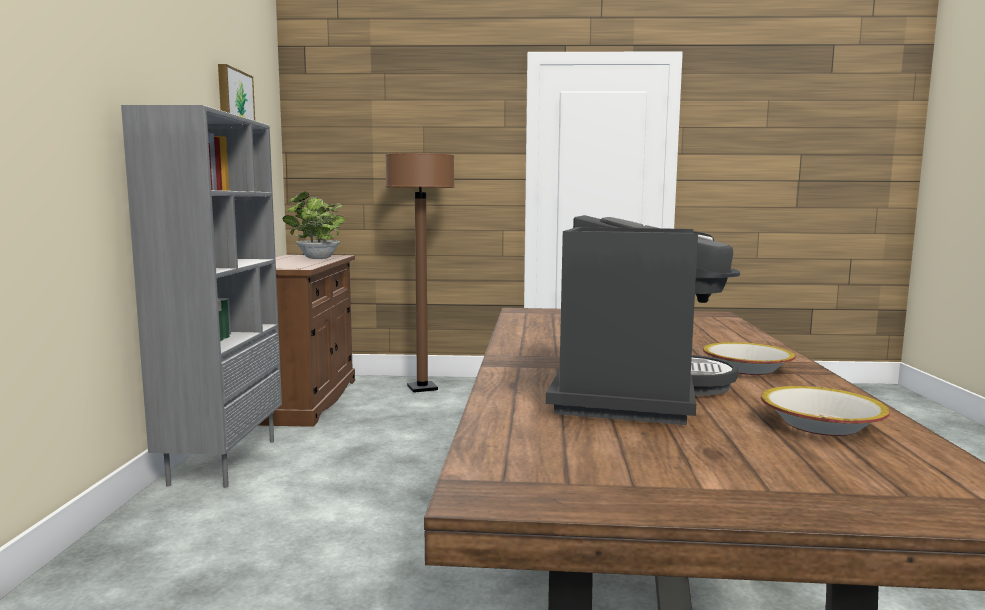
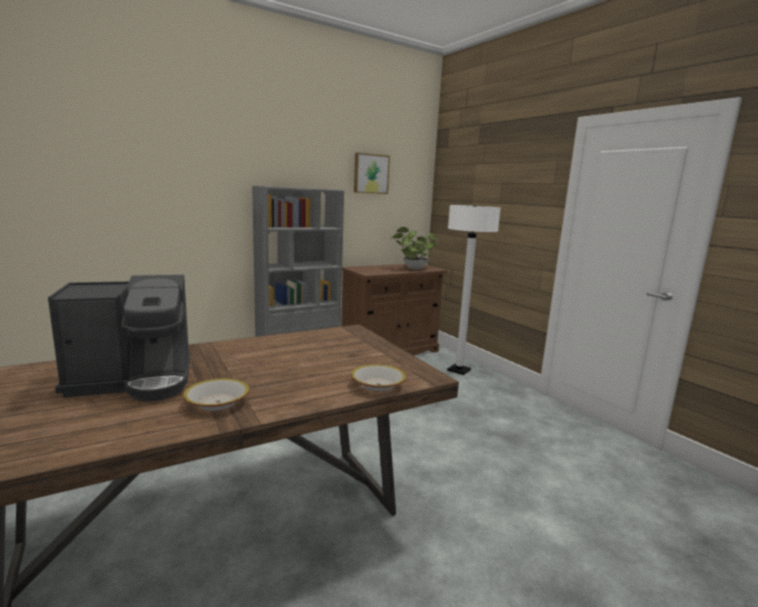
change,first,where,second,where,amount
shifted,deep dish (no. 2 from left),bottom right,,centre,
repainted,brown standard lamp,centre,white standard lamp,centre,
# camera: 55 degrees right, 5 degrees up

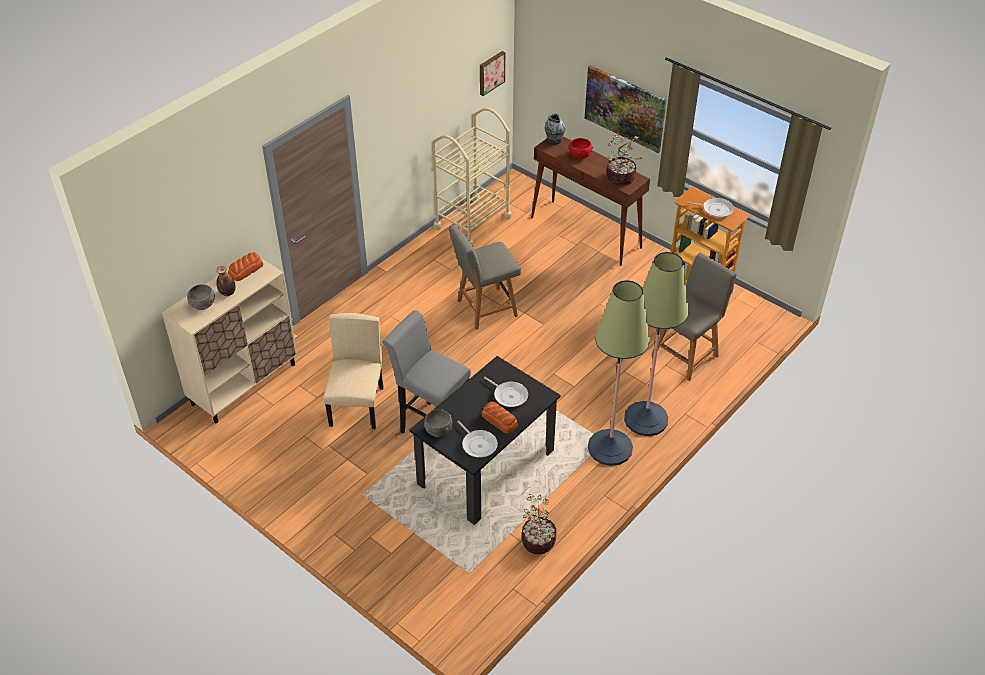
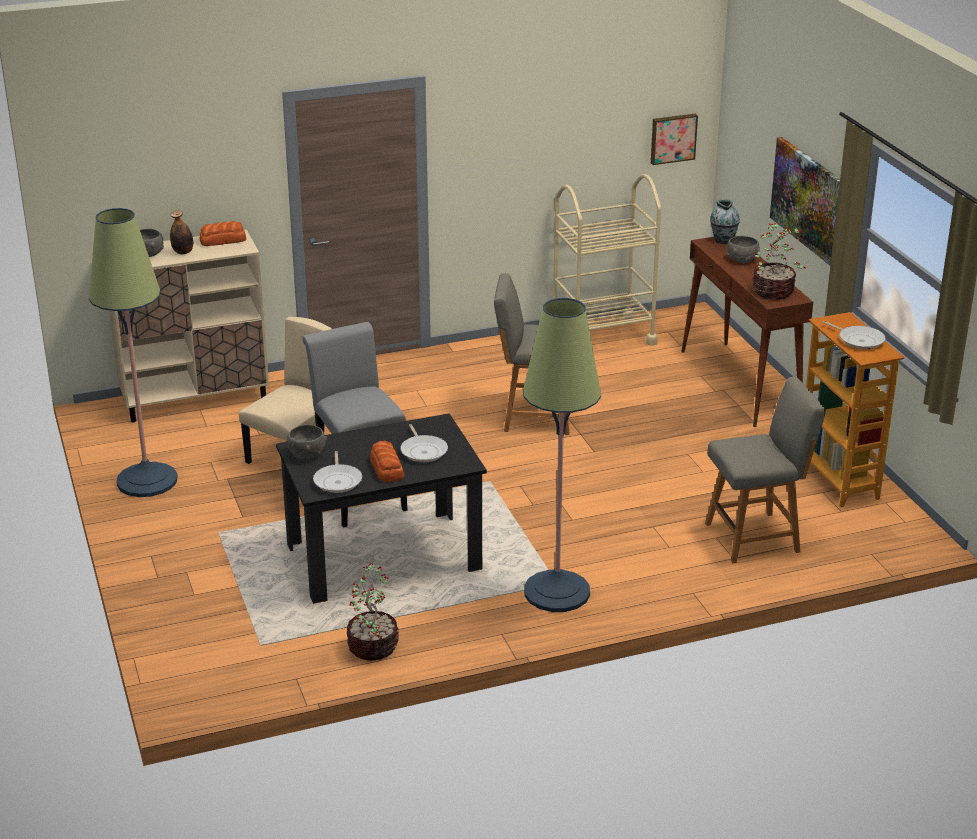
change,first,where,second,where,amount
shifted,standard lamp (no. 2 from left in the first image),centre,standard lamp (no. 1 from left),middle left,
repainted,reddish deep dish,top centre,gray deep dish (no. 3 from left),top right,
# camera: 30 degrees right, 15 degrees down

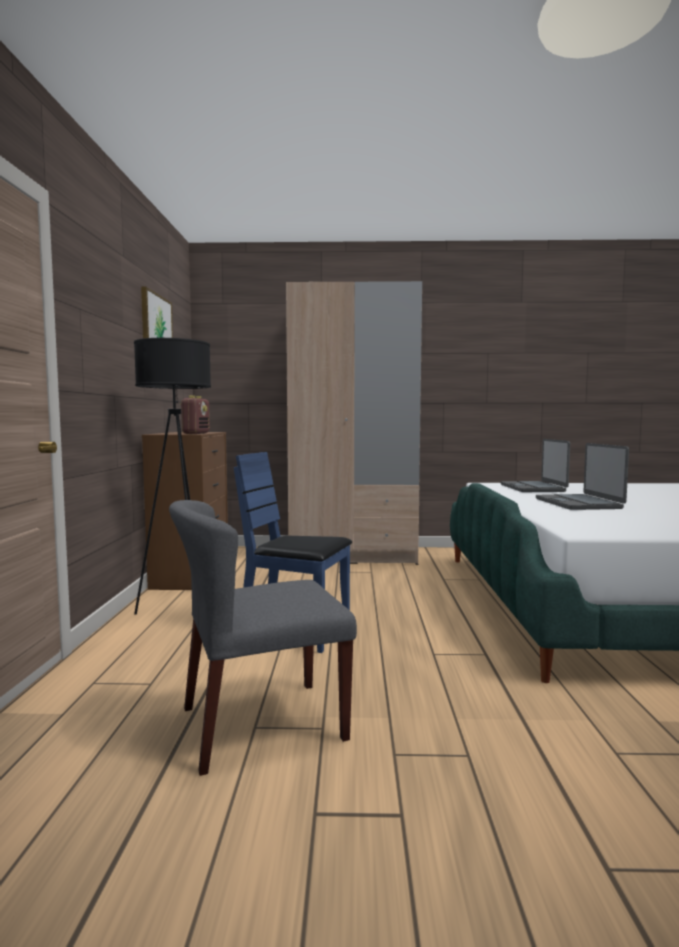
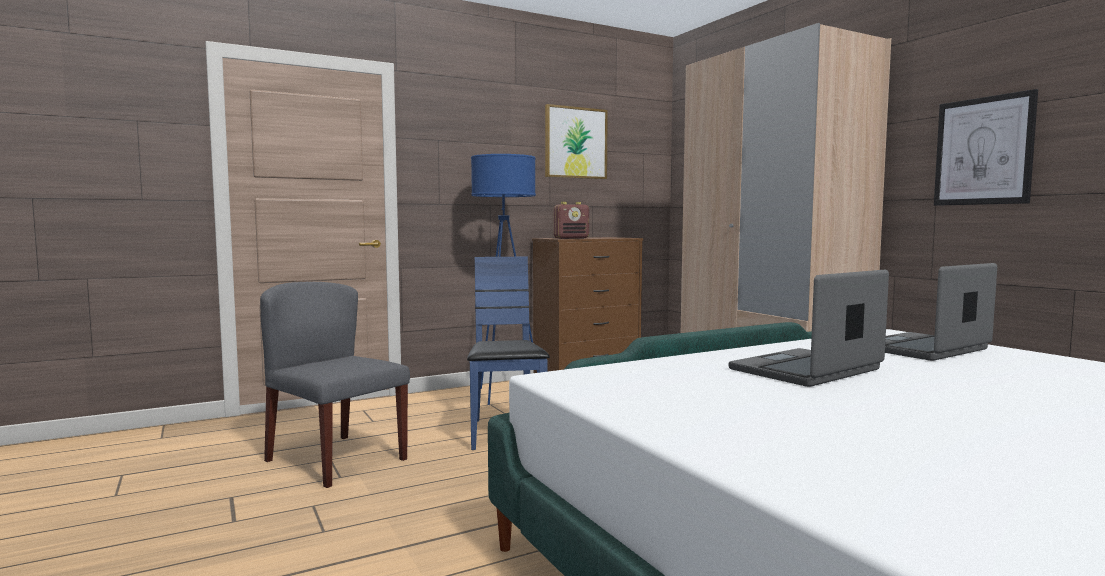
change,first,where,second,where,amount
repainted,black standard lamp,middle left,bluish standard lamp,centre,
new,,,wall art (no. 2 from left),top right,
# camera: 60 degrees right, 0 degrees up

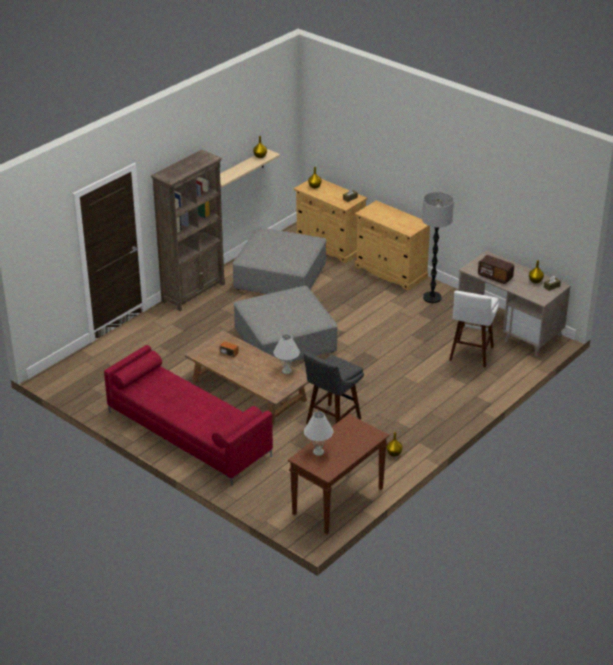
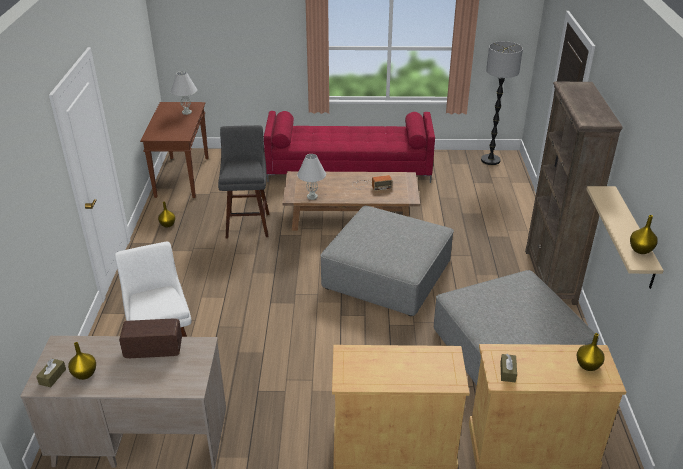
change,first,where,second,where,amount
shifted,standard lamp,middle right,,top right,
# camera: 140 degrees right, 0 degrees up

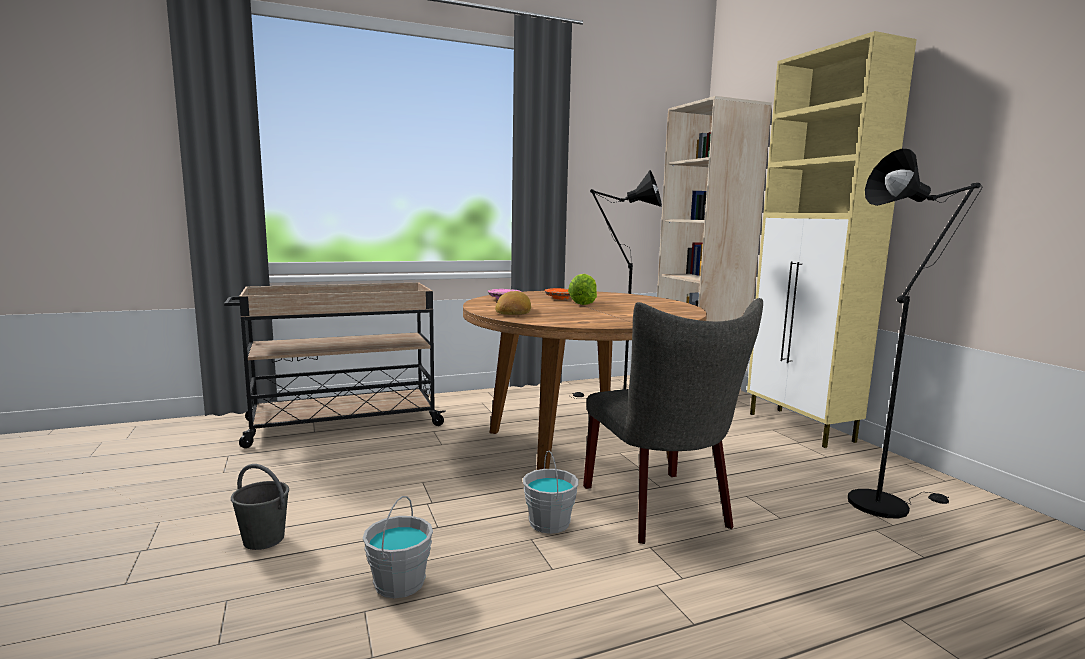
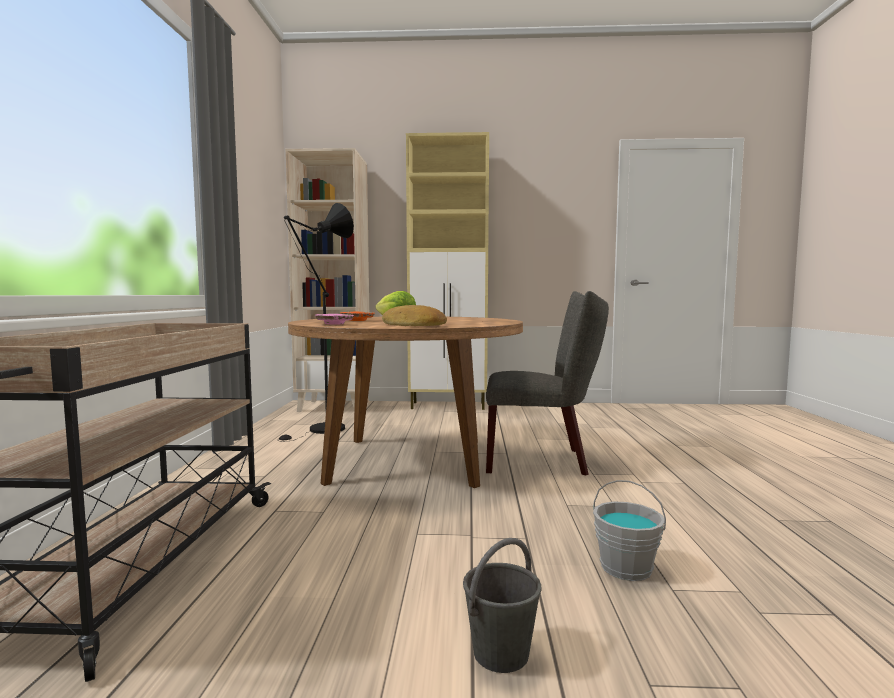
change,first,where,second,where,amount
gone,gray bucket (no. 3 from left),bottom centre,,,
gone,black standard lamp (no. 2 from left),middle right,,,
# camera: 65 degrees left, 5 degrees down

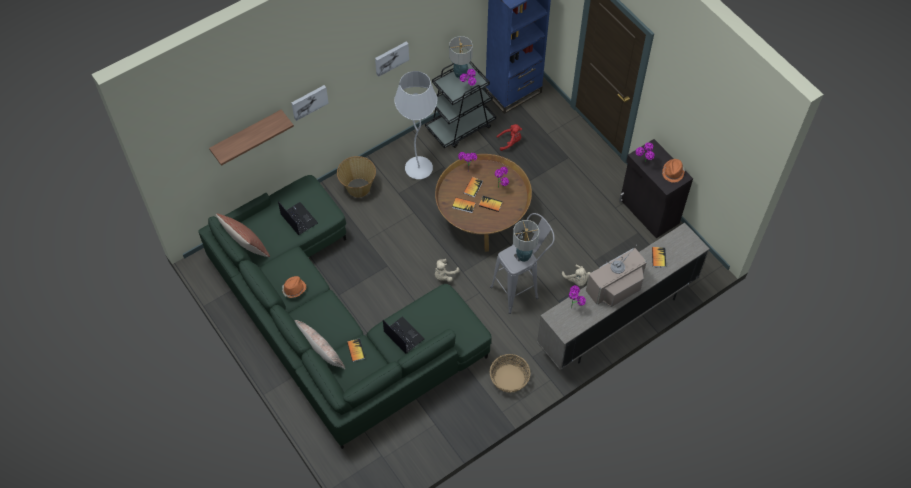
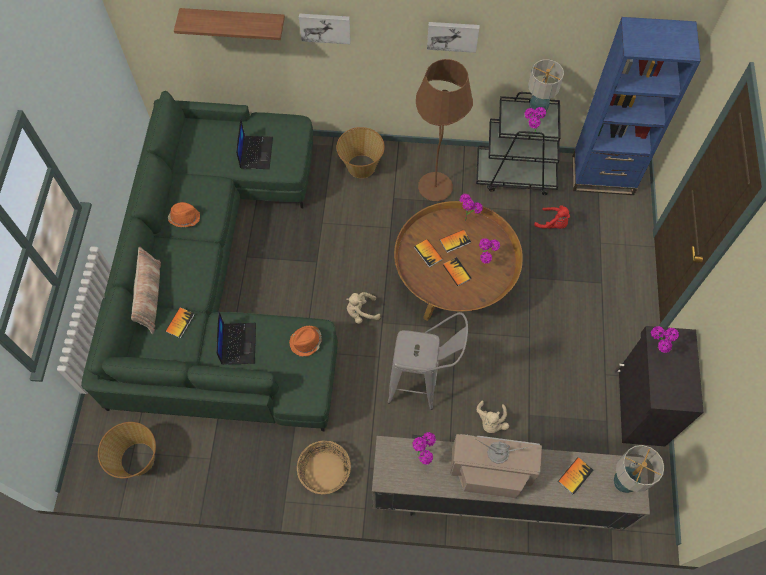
change,first,where,second,where,amount
new,,,household basket (no. 1 from left),bottom left,
shifted,orangey clothing hat (no. 2 from left),middle right,,centre,
repainted,white standard lamp,top centre,brown standard lamp,top centre,
shifted,lamp for a table (no. 2 from left),centre,,bottom right,
gone,throw pillow (no. 1 from left),middle left,,,
# camera: 40 degrees right, 5 degrees up

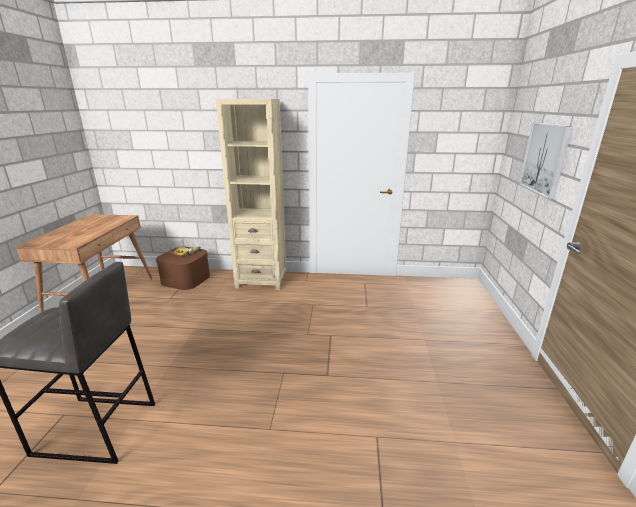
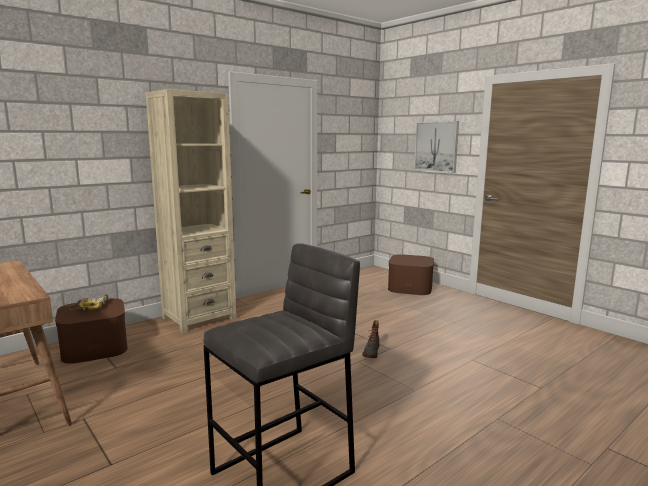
change,first,where,second,where,amount
new,,,tall boot,bottom centre,
new,,,brown storage container (no. 2 from left),centre,
# camera: 45 degrees left, 10 degrees down

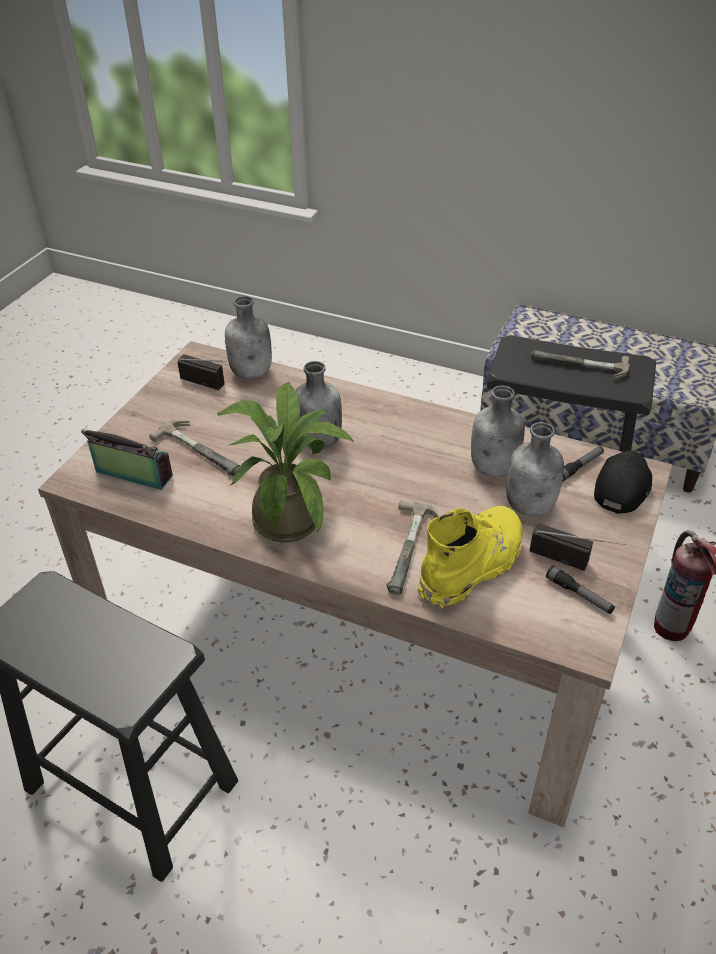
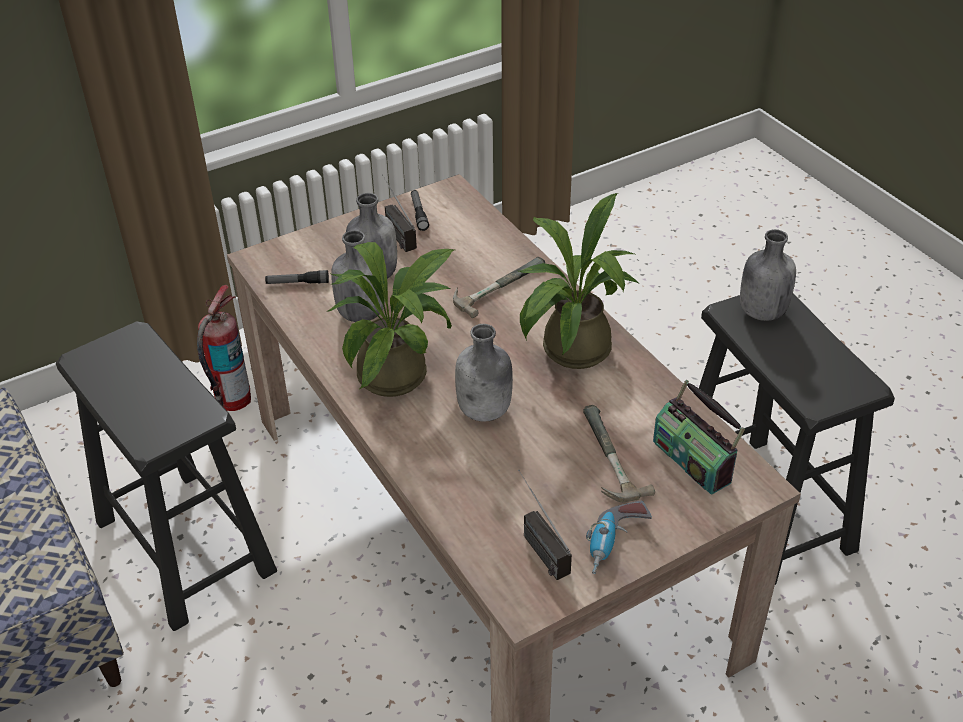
change,first,where,second,where,amount
new,,,potted plant (no. 1 from left),centre,
new,,,drill,bottom centre,
shifted,gray bottle (no. 1 from left in the first image),centre,gray bottle (no. 4 from left),middle right,
gone,yellow-coloured tall boot,centre,,,
gone,hammer (no. 3 from left),middle right,,,
gone,black baseball cap,middle right,,,
# camera: 145 degrees left, 0 degrees up

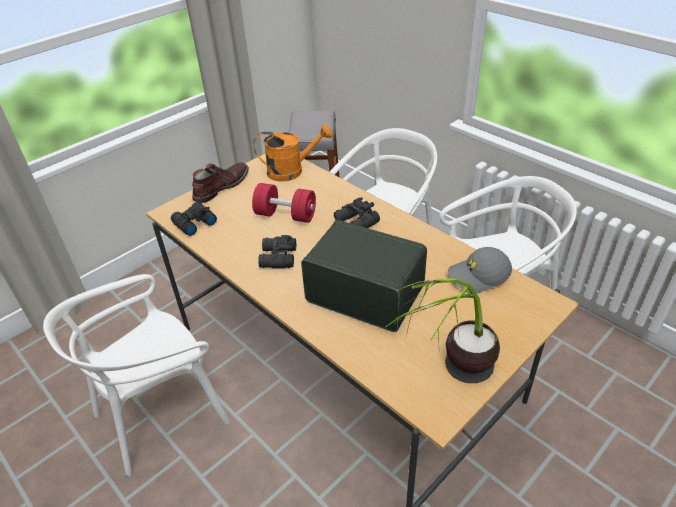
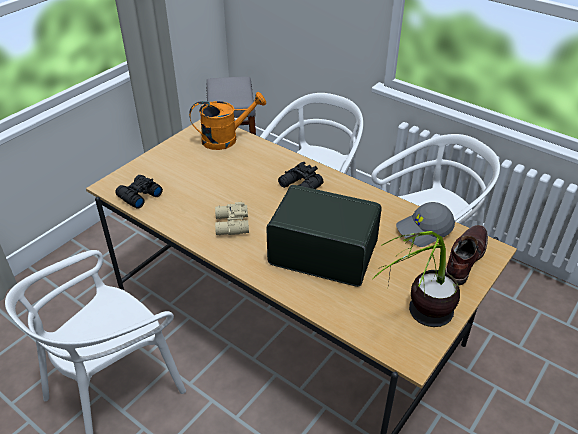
change,first,where,second,where,amount
repainted,black binoculars (no. 2 from left),centre,sand-coloured binoculars,centre,
shifted,brown tall boot,middle left,,middle right,
gone,reddish hand weight,centre,,,
# camera: 10 degrees left, 0 degrees up

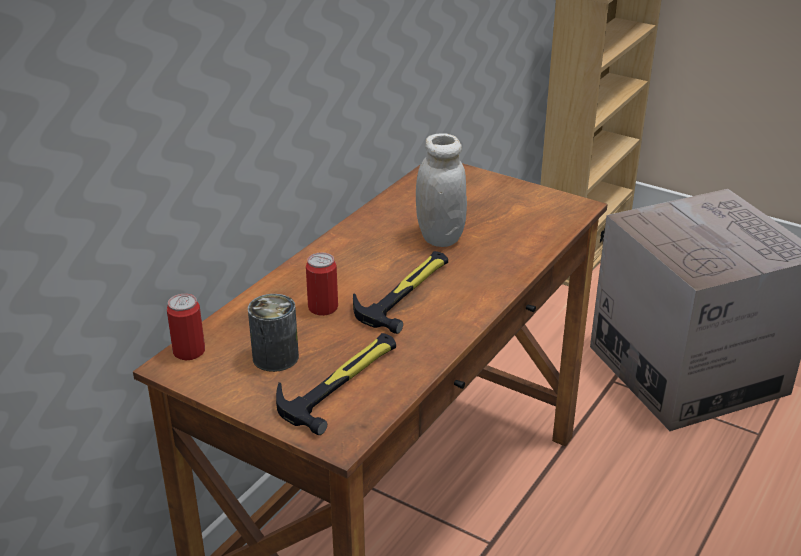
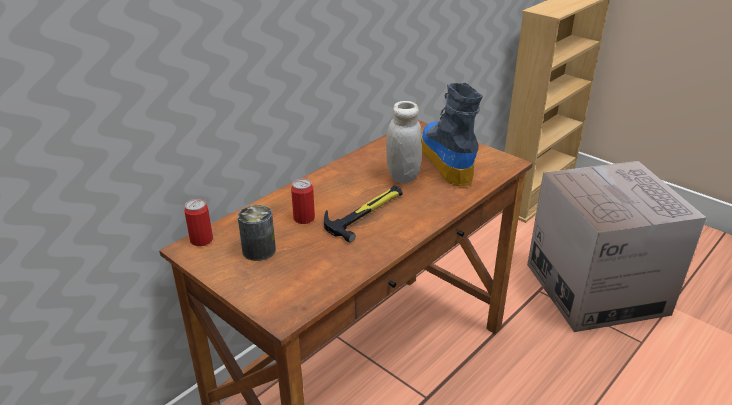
change,first,where,second,where,amount
new,,,tall boot,top centre,
gone,hammer (no. 1 from left),bottom centre,,,
# camera: 10 degrees right, 0 degrees up

